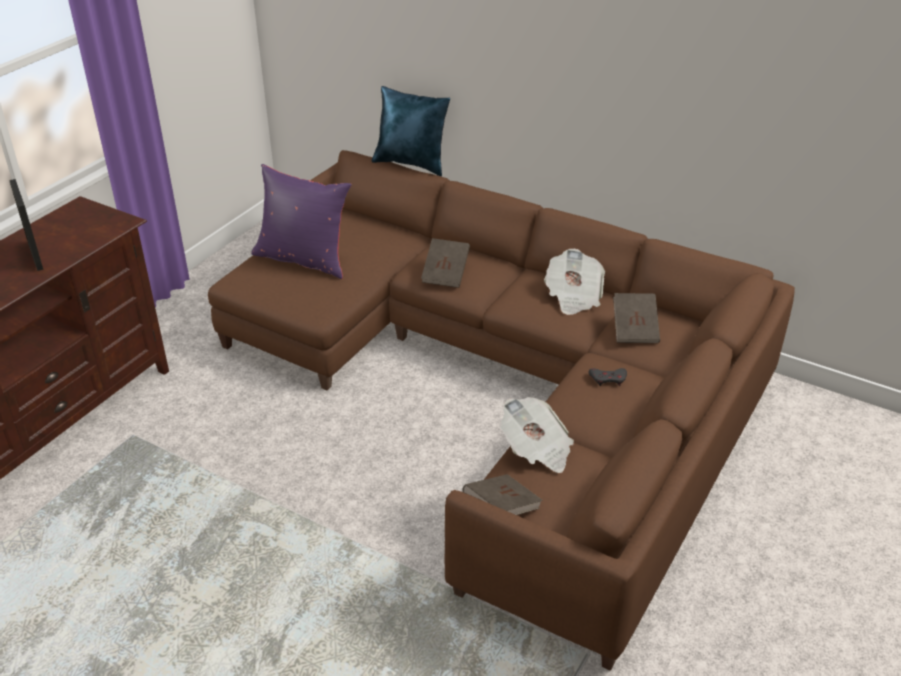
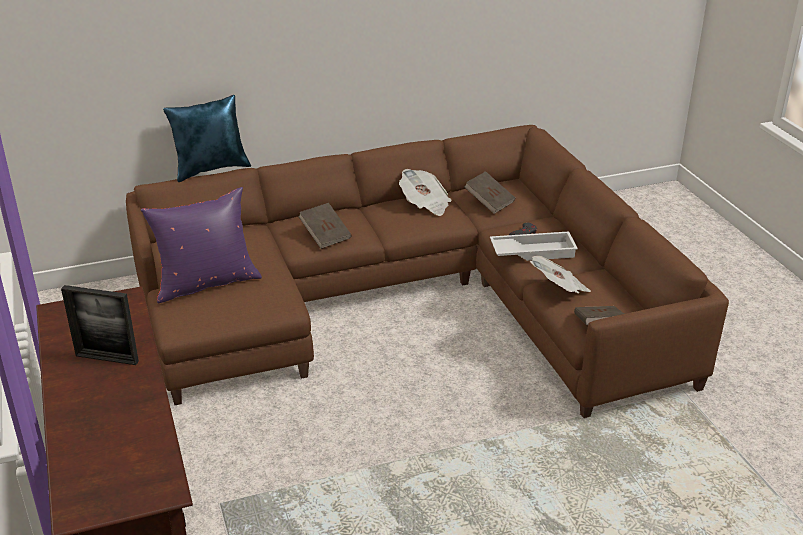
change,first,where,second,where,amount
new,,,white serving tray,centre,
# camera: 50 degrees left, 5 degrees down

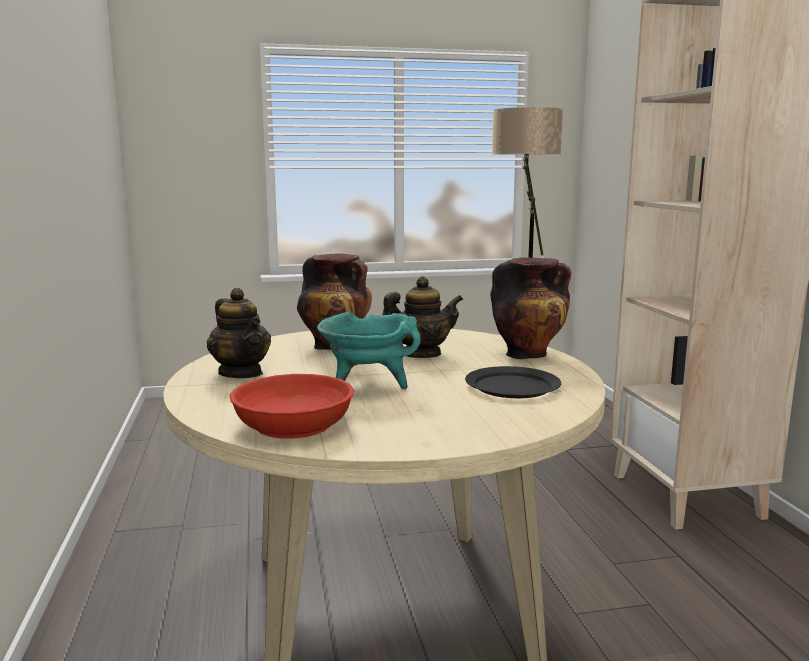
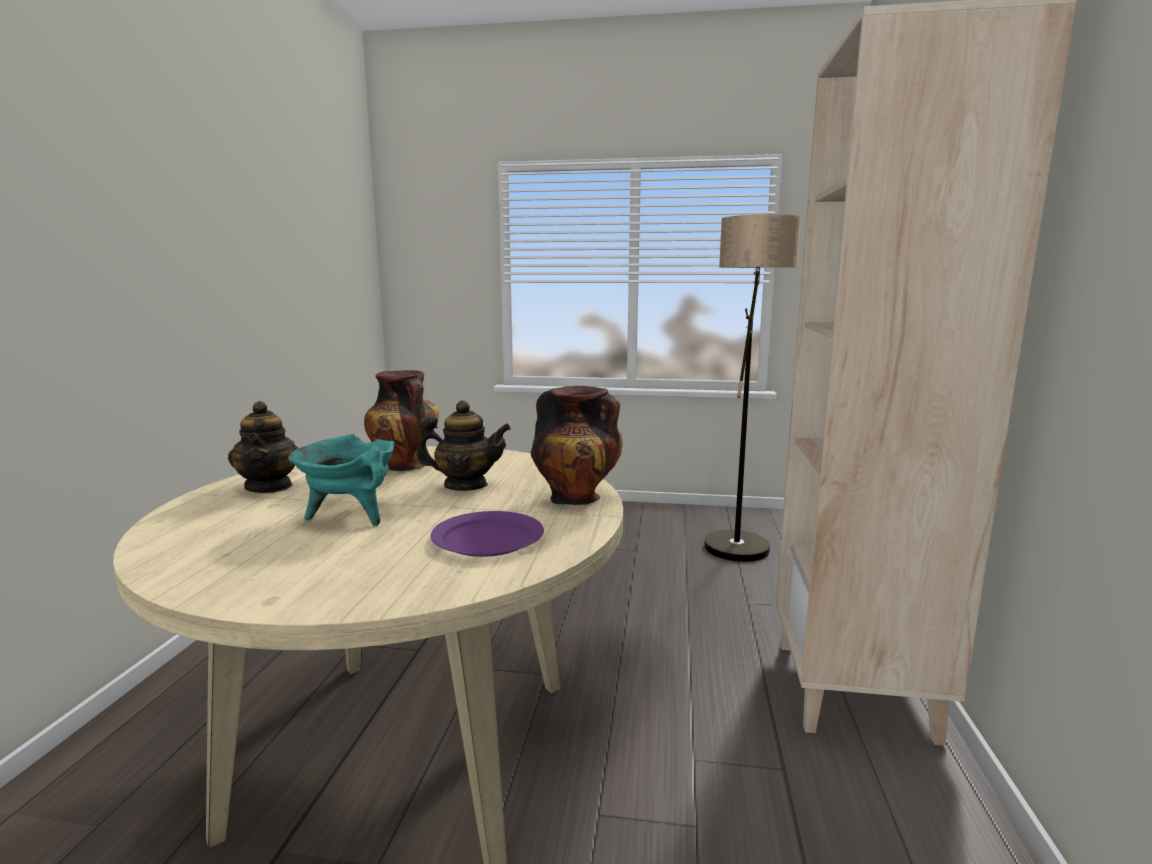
change,first,where,second,where,amount
repainted,black dinner plate,centre,purple-coloured dinner plate,centre,
gone,reddish deep dish,centre,,,
# camera: 20 degrees right, 0 degrees up

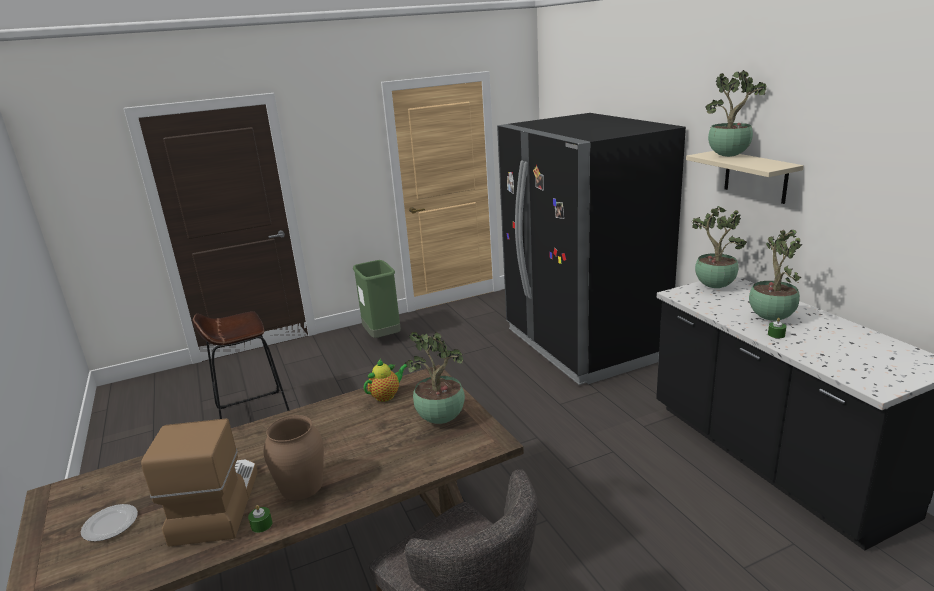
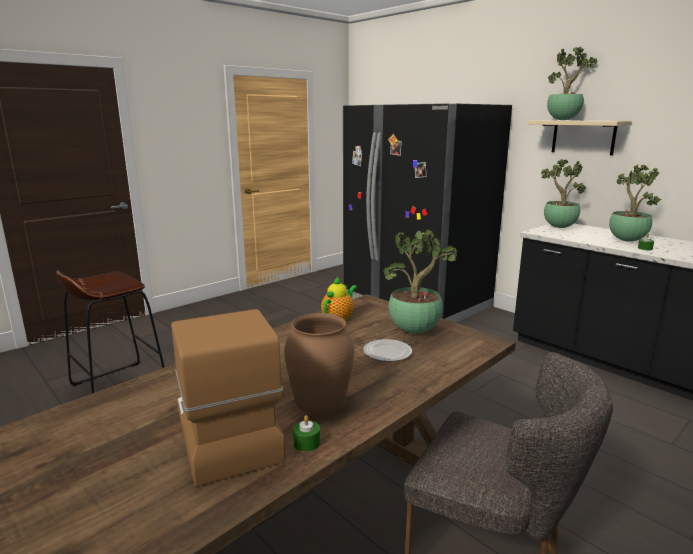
change,first,where,second,where,amount
shifted,dinner plate,bottom left,,centre,
gone,greenish rubbish bin,centre,,,
# camera: 20 degrees left, 5 degrees down

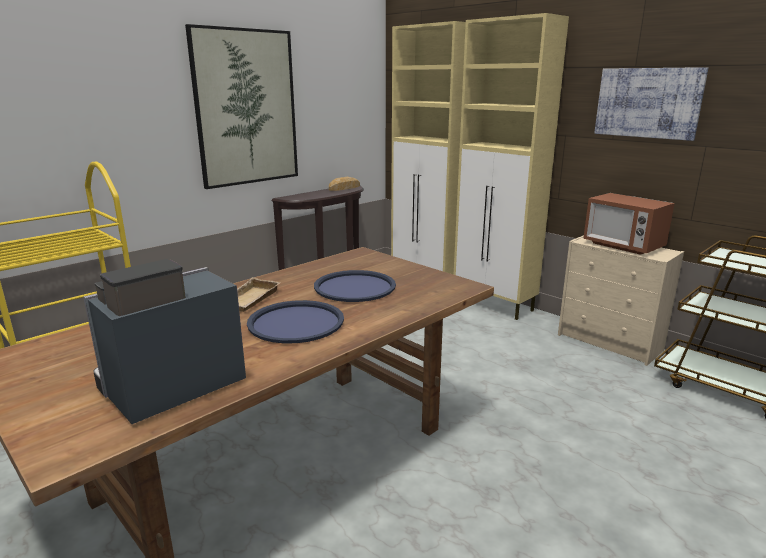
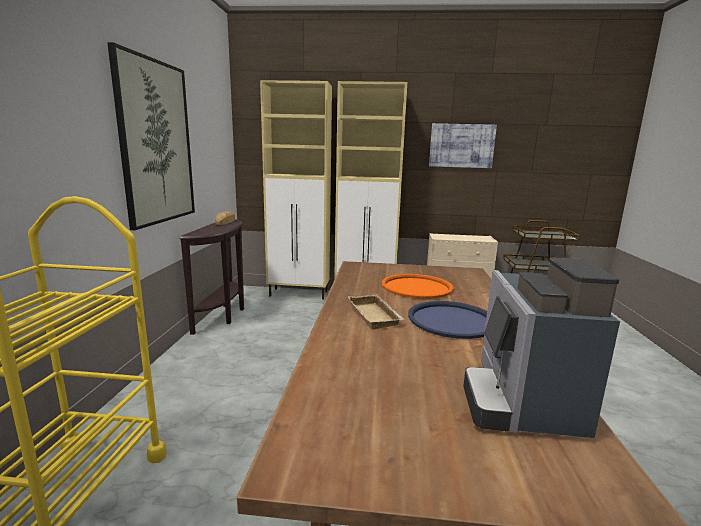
change,first,where,second,where,amount
repainted,bluish serving tray (no. 2 from left),centre,orangey serving tray,centre,
gone,microwave,middle right,,,
# camera: 40 degrees left, 5 degrees down

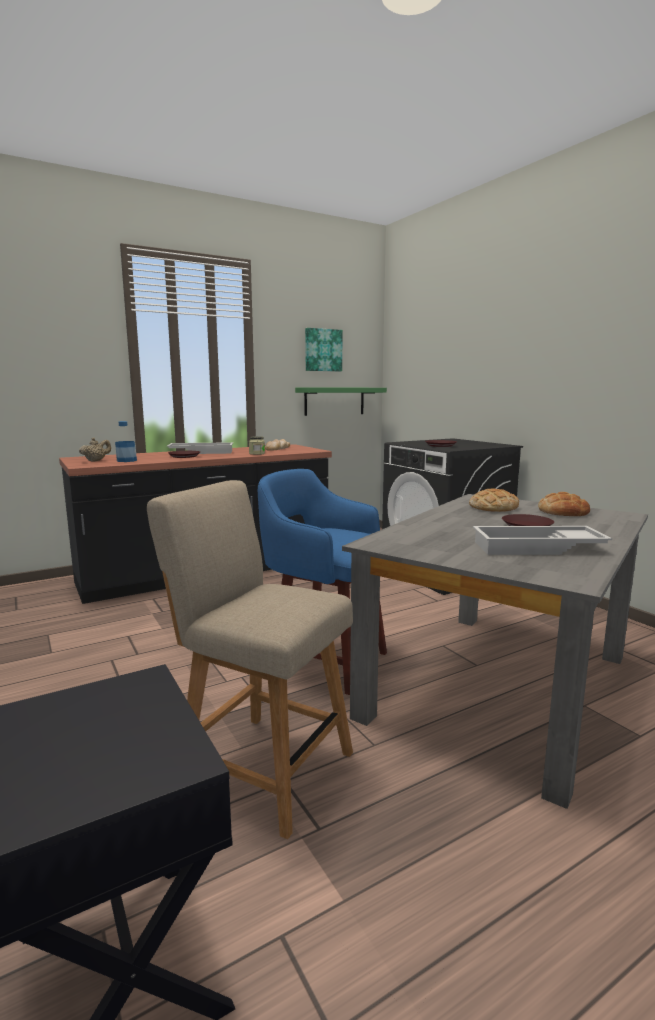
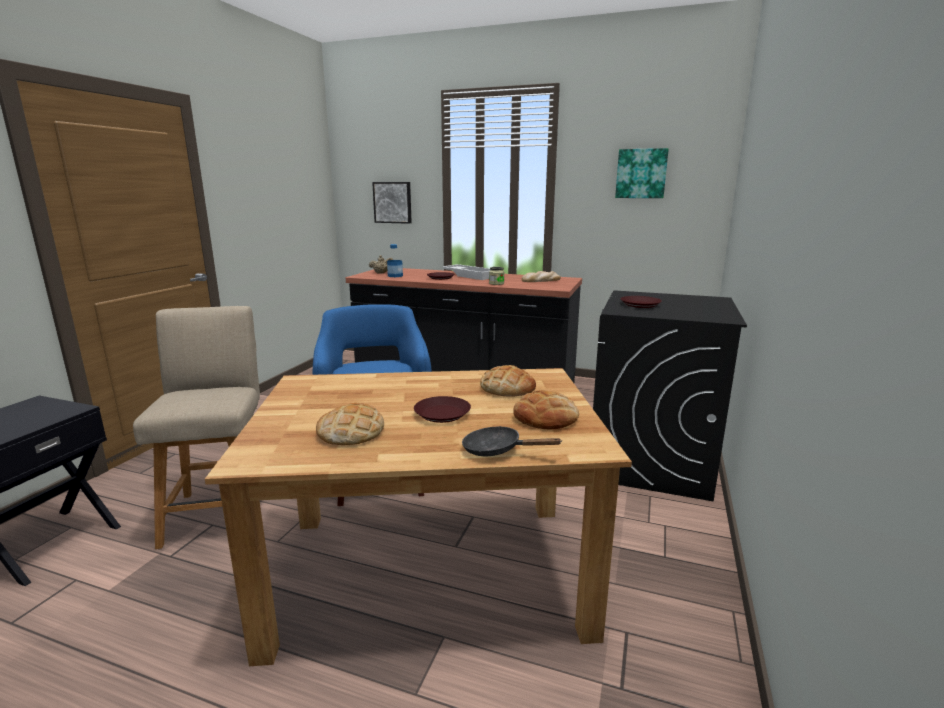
change,first,where,second,where,amount
repainted,gray kitchen table,middle right,brown kitchen table,bottom centre,
swapped,white serving tray (no. 2 from left),middle right,bread (no. 1 from left),centre,
new,,,wall art (no. 1 from left),top centre,
new,,,black skillet,centre,
gone,greenish bracket shelf,centre,,,
# camera: 50 degrees right, 5 degrees up

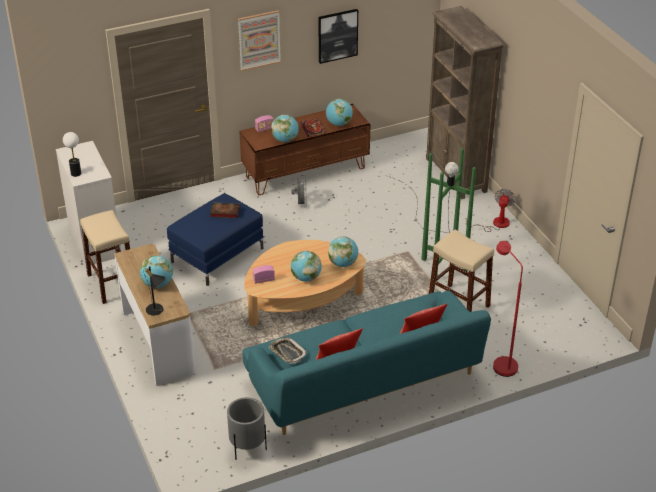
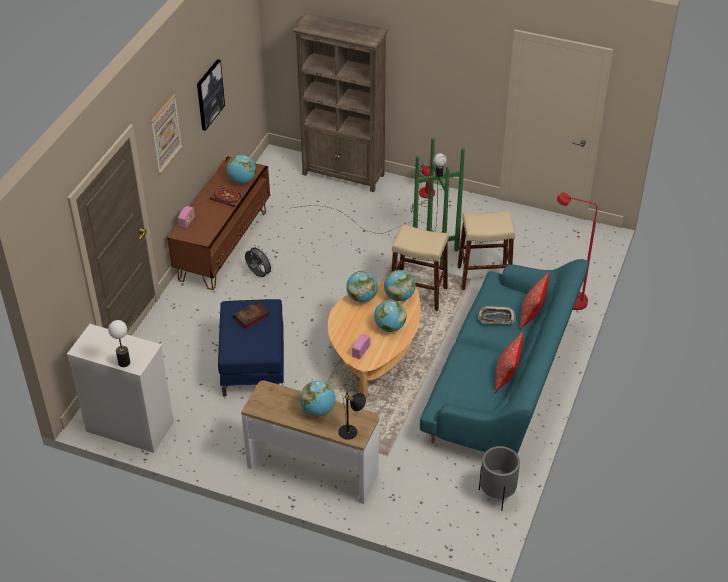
change,first,where,second,where,amount
shifted,globe (no. 2 from left in the first image),top centre,globe (no. 3 from left),centre,
shifted,sand-coloured stool seat (no. 1 from left),middle left,,centre,
shifted,serving tray,bottom centre,,middle right,
# camera: 45 degrees left, 5 degrees up

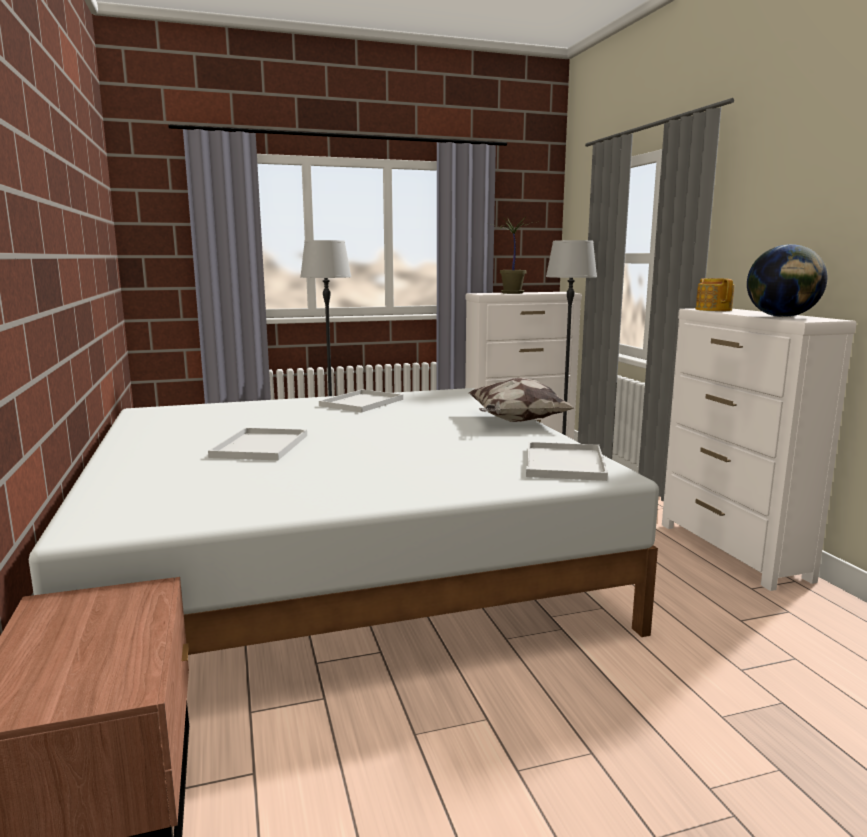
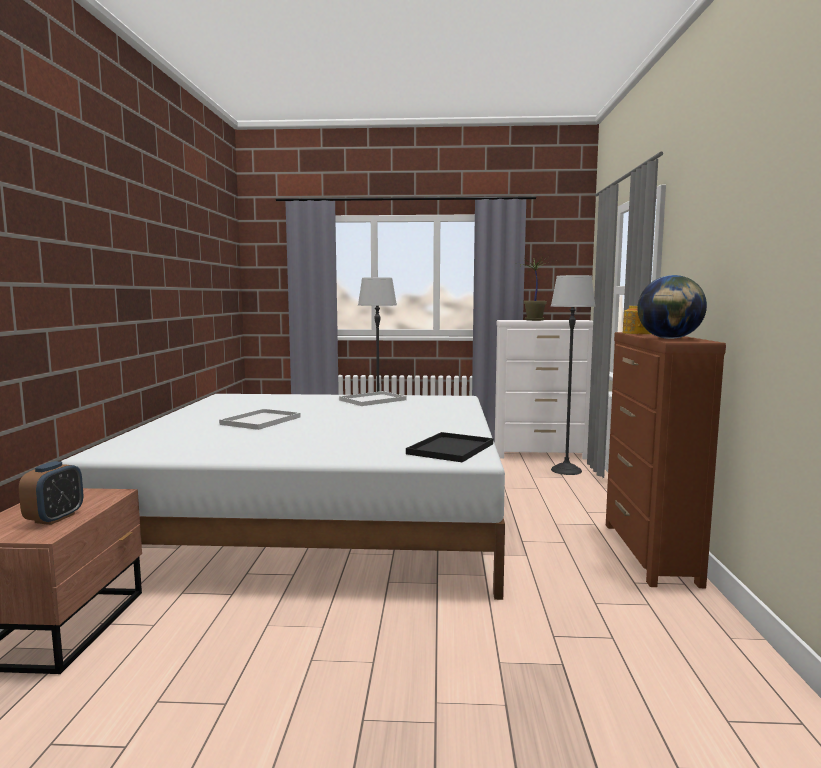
change,first,where,second,where,amount
new,,,bedside clock,middle left,
repainted,white serving tray (no. 3 from left),centre,black serving tray,centre,
repainted,white chest of drawers (no. 2 from left),middle right,brown chest of drawers,middle right,
gone,throw pillow,centre,,,
# camera: 20 degrees right, 5 degrees down

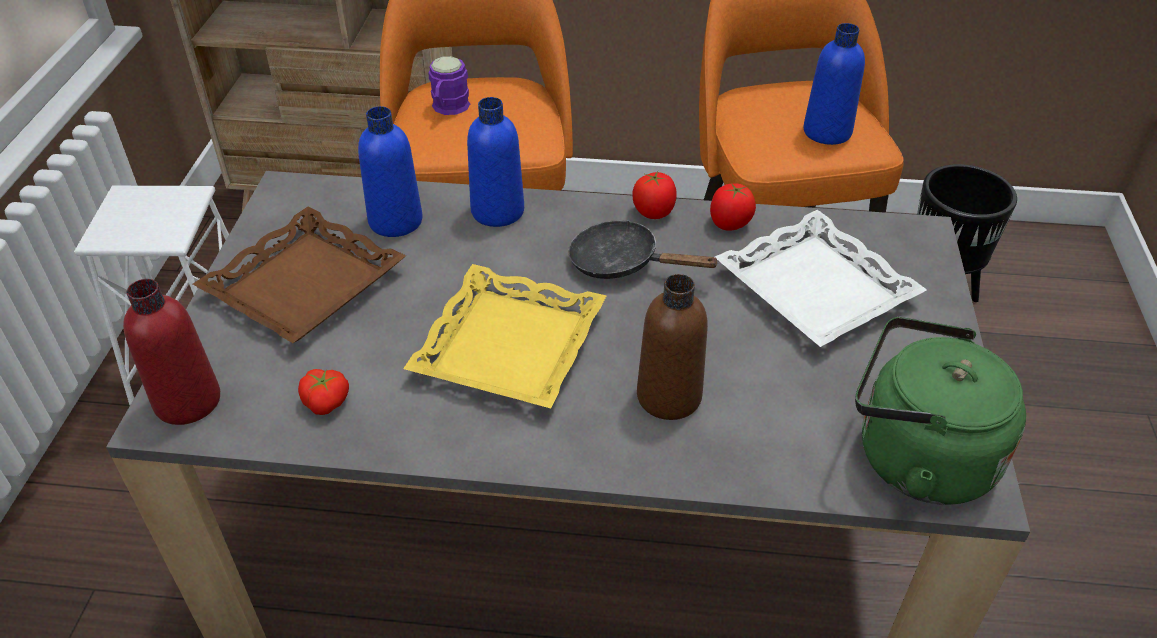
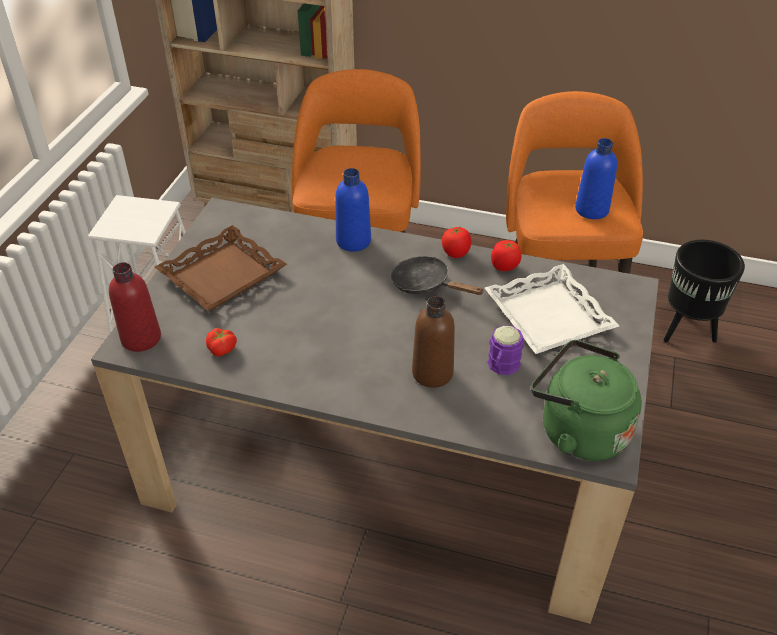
change,first,where,second,where,amount
shifted,purple-coloured coffee mug,top centre,,centre,
gone,bluish bottle (no. 1 from left),top centre,,,
gone,yellow-coloured serving tray,centre,,,
# camera: 10 degrees right, 0 degrees up

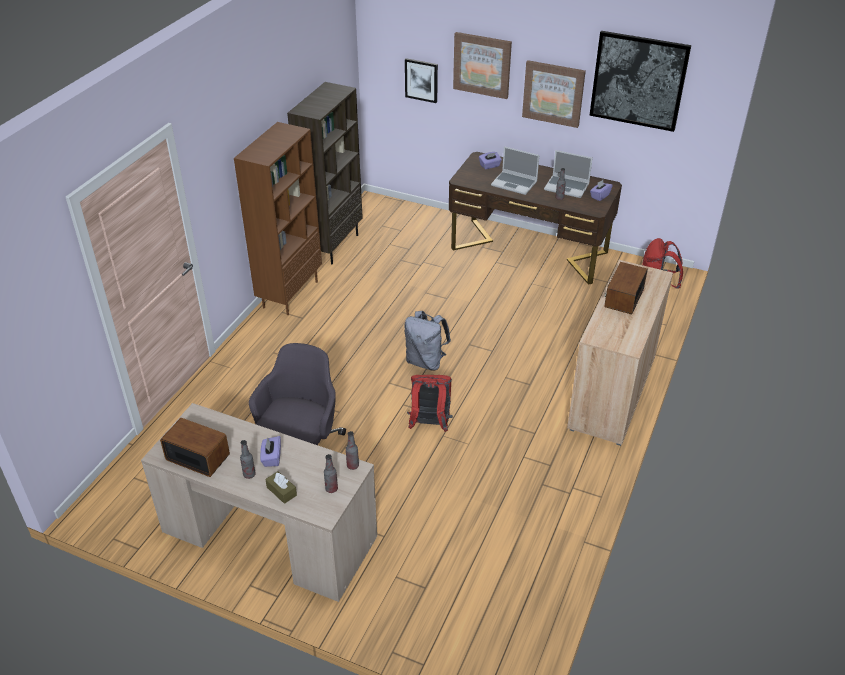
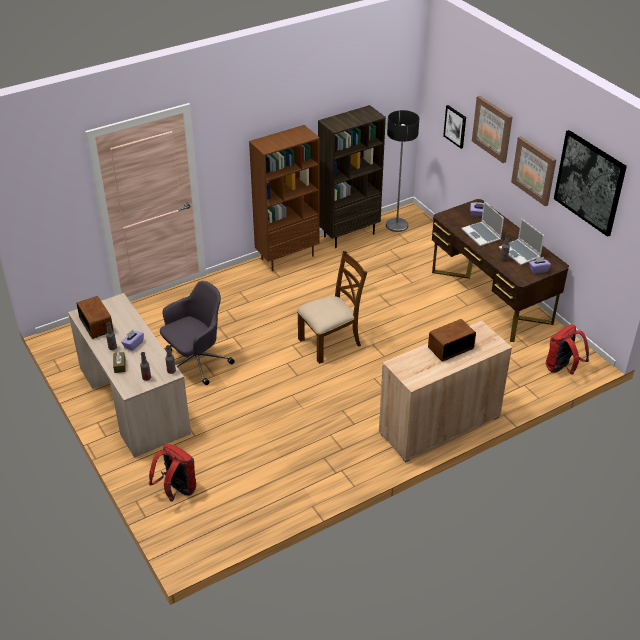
change,first,where,second,where,amount
shifted,reddish rucksack (no. 1 from left),centre,,bottom left,
swapped,gray rucksack,centre,brown upright chair,centre,
new,,,standard lamp,top centre,
# camera: 35 degrees right, 0 degrees up

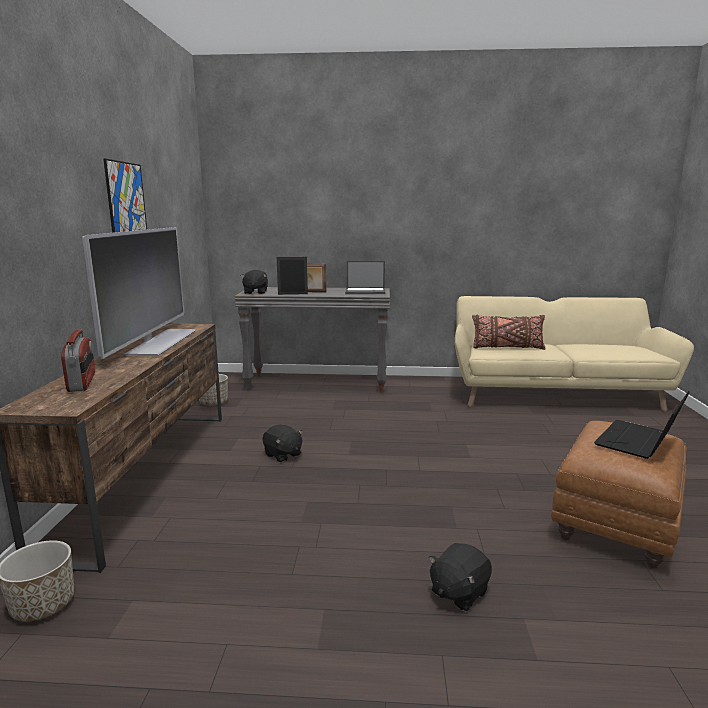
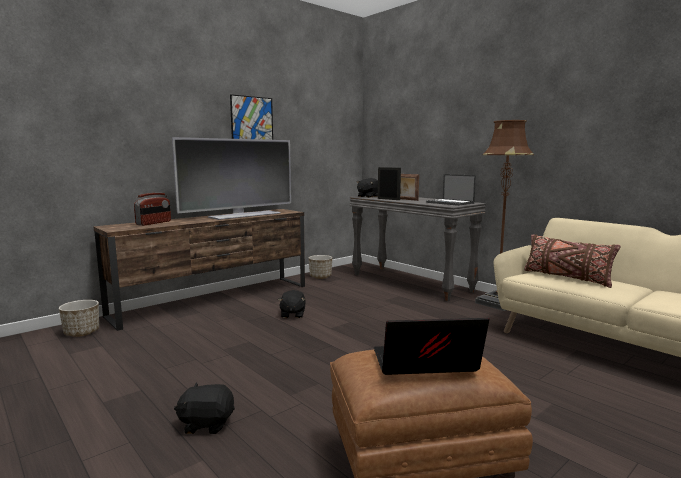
change,first,where,second,where,amount
new,,,brown standard lamp,middle right,
# camera: 45 degrees right, 5 degrees down

